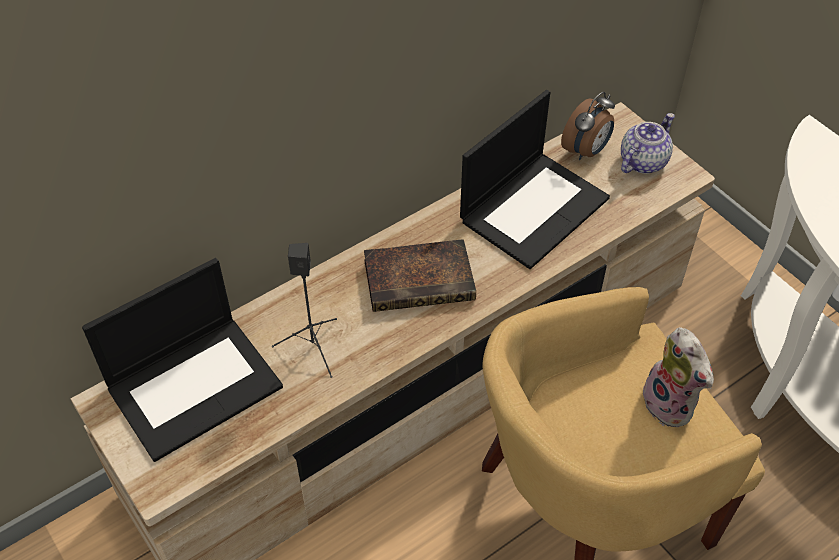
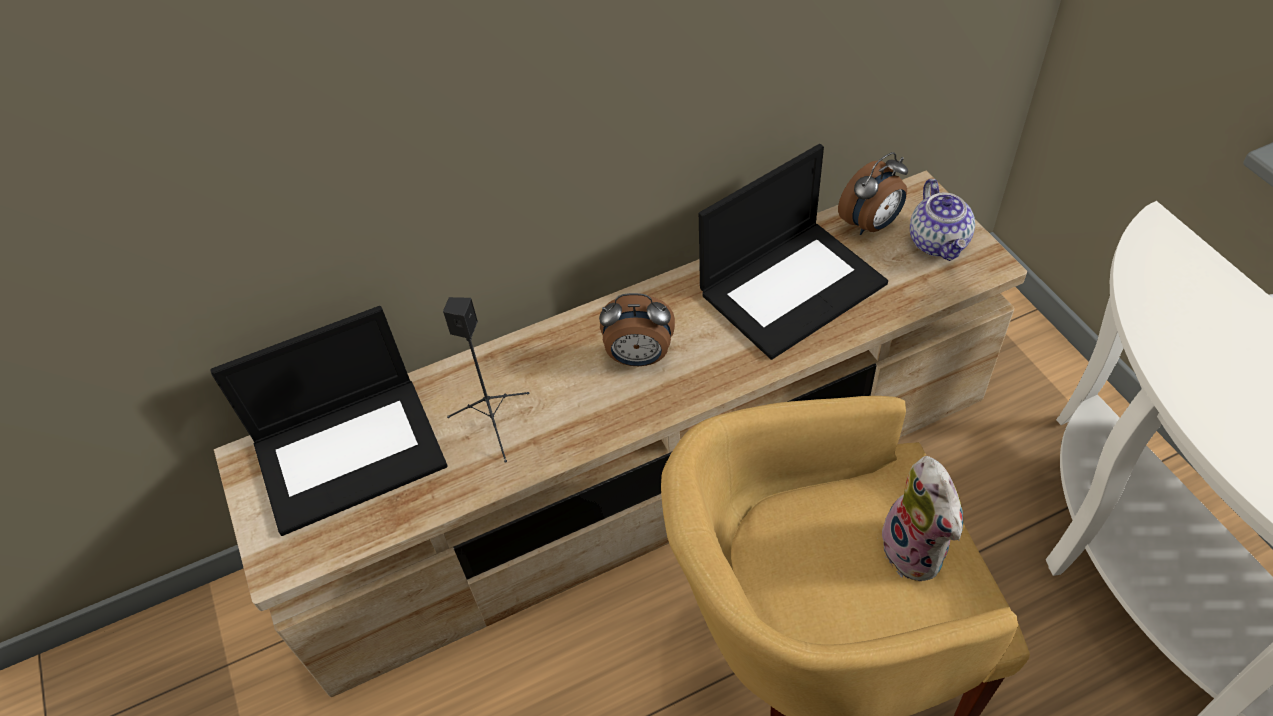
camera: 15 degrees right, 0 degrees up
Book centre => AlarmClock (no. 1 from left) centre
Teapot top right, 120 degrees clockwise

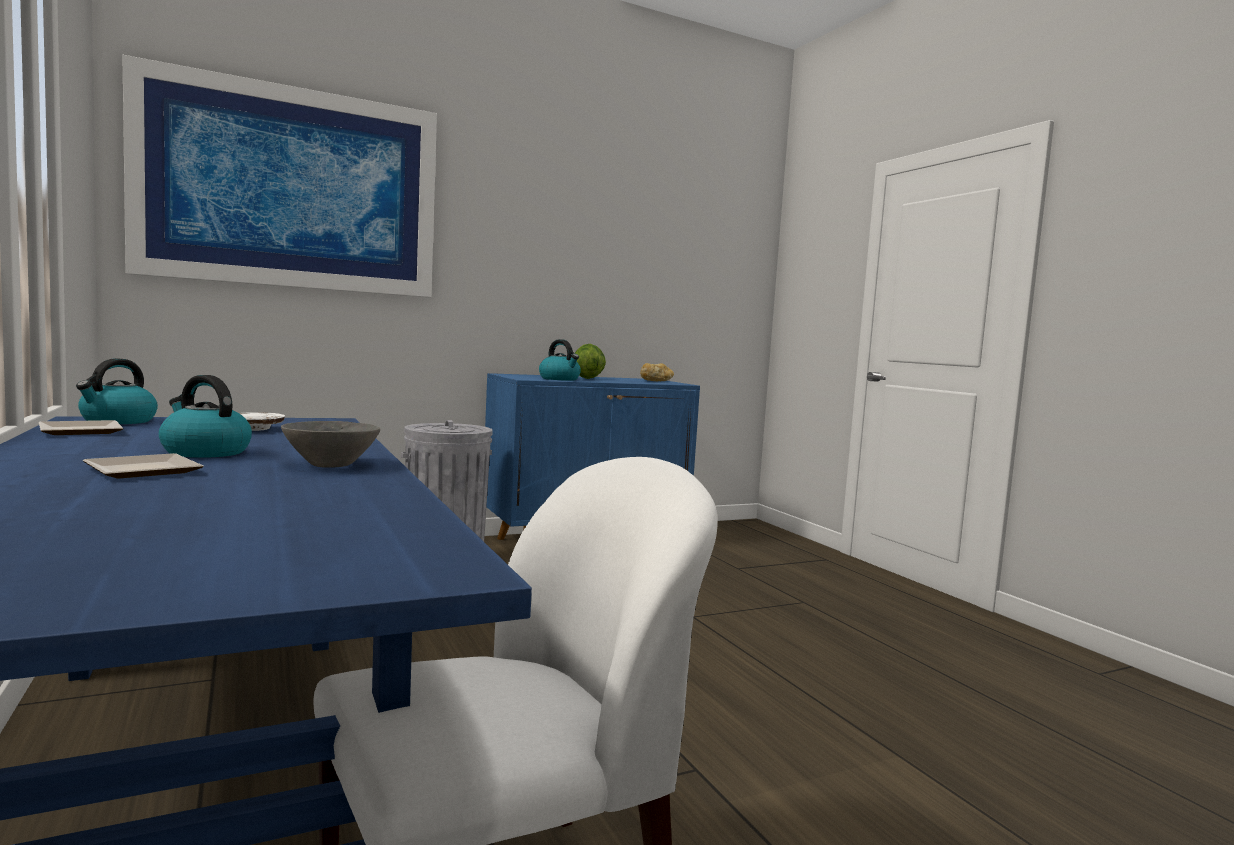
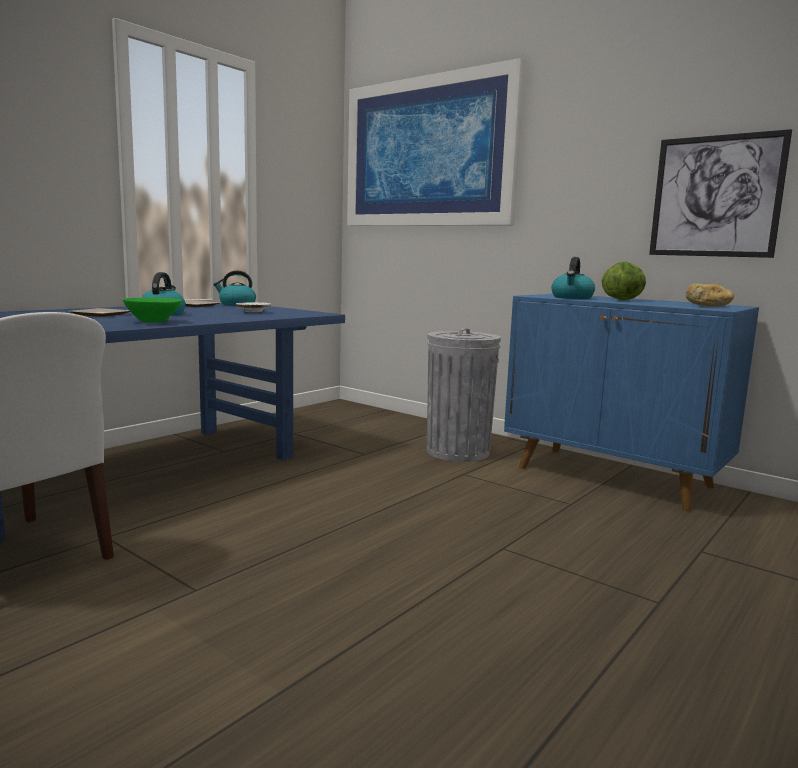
camera: 65 degrees right, 5 degrees up
GreyBowl middle left => GreenBowl middle left
nothing => Picture (no. 2 from left) top right

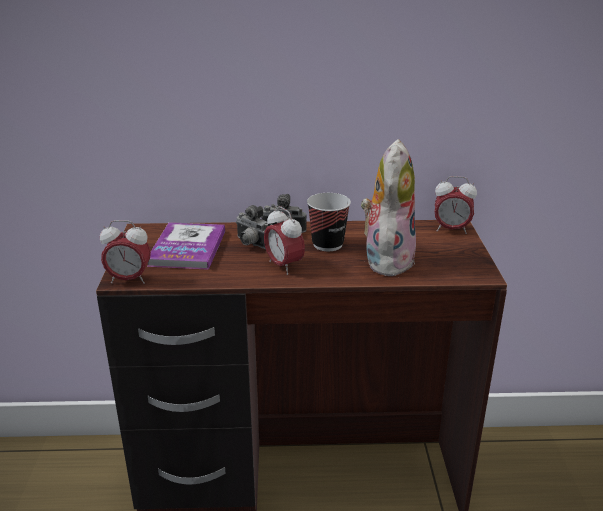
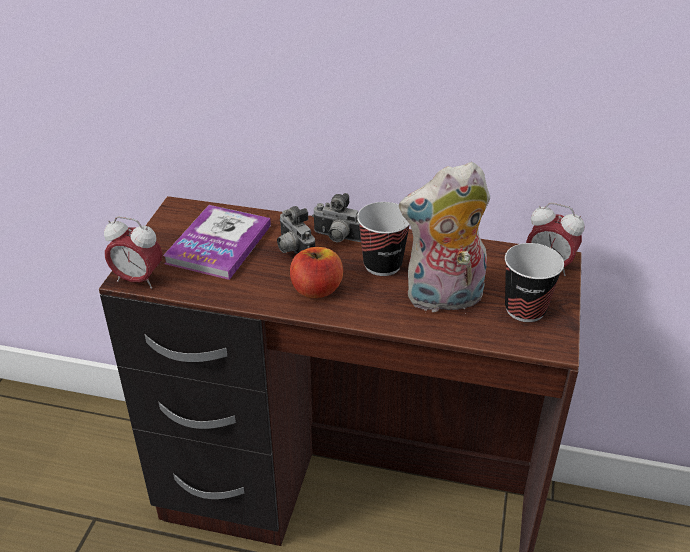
camera: 15 degrees right, 10 degrees up
AlarmClock (no. 2 from left) centre => Apple centre
PlushToy centre, 135 degrees counterclockwise
nothing => Cup (no. 2 from left) middle right

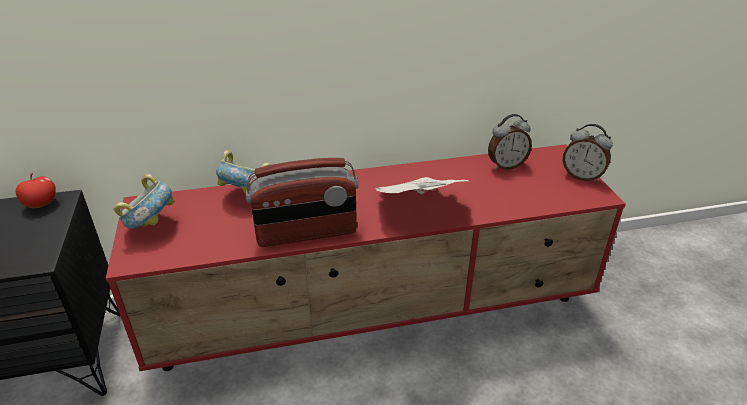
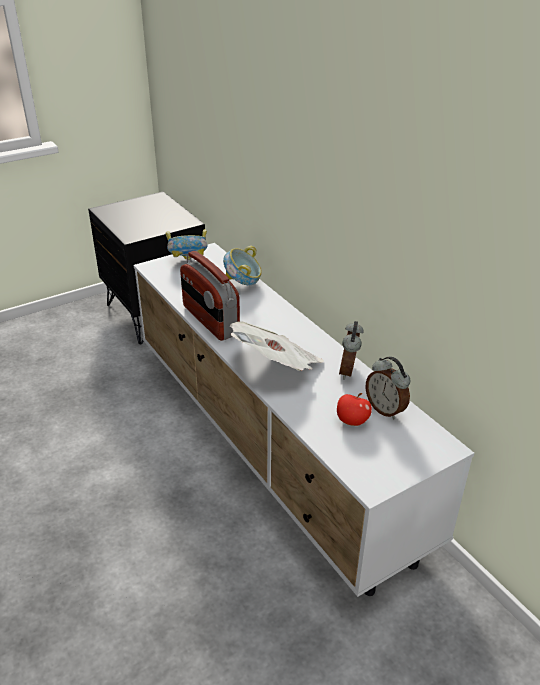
camera: 70 degrees right, 0 degrees up
RedTvStand centre => WhiteTvStand centre
Apple middle left => Apple centre, shifted
AlarmClock (no. 2 from left in the first image) middle right => AlarmClock (no. 1 from left) centre, shifted

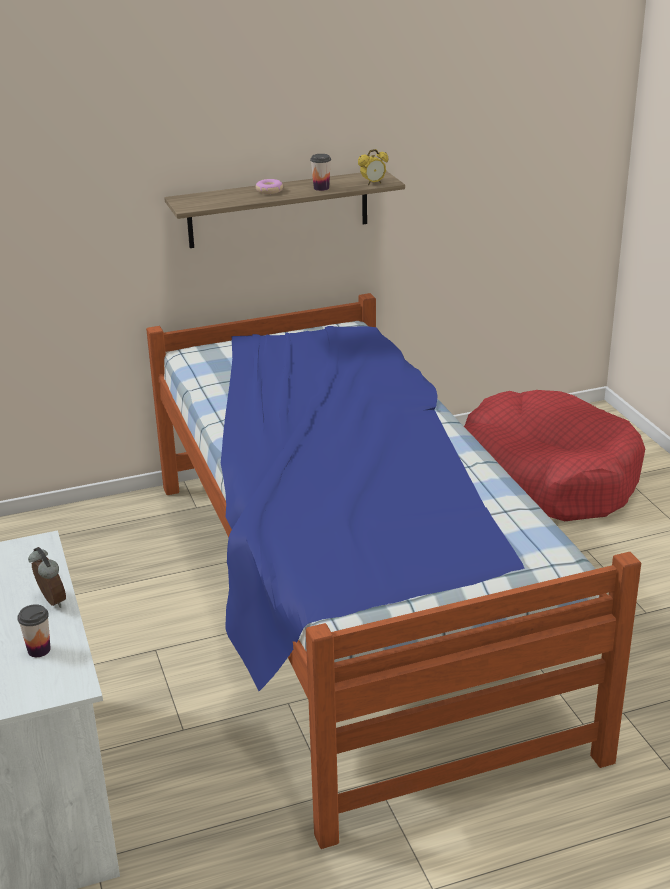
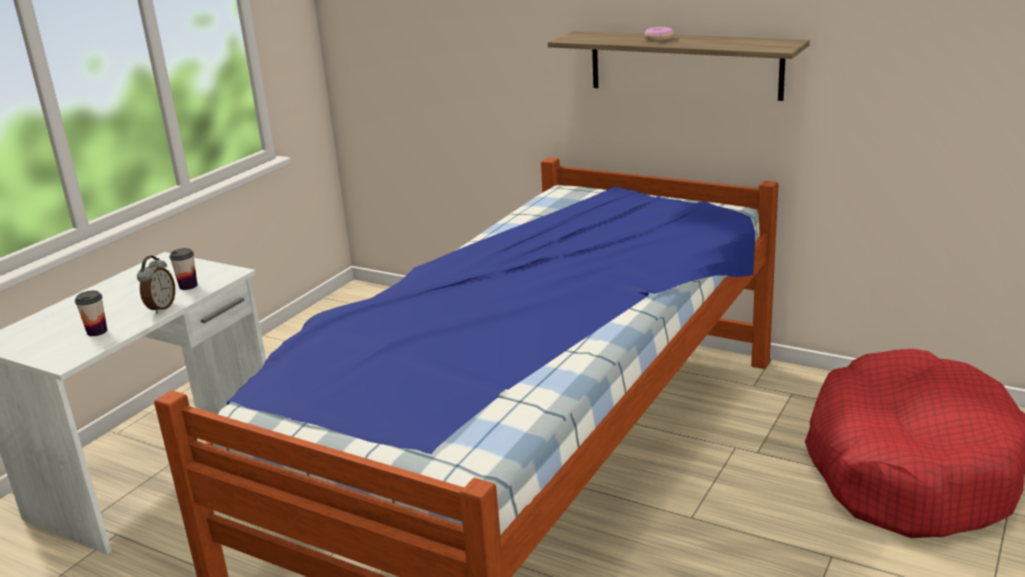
camera: 50 degrees right, 5 degrees down
Cup (no. 2 from left) top centre => Cup (no. 2 from left) middle left, shifted
AlarmClock (no. 2 from left) top centre => nothing

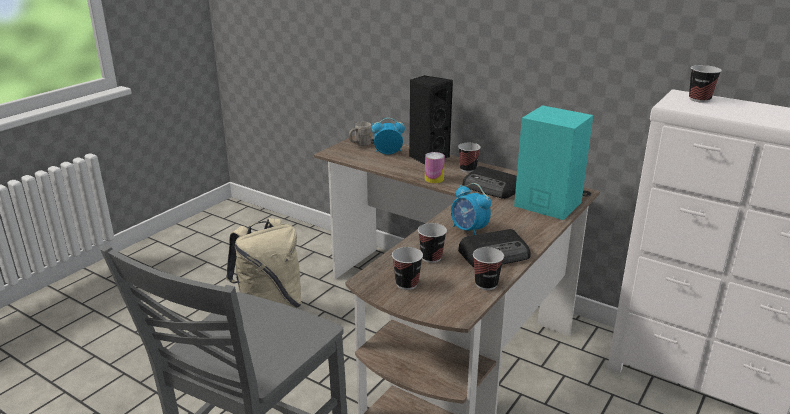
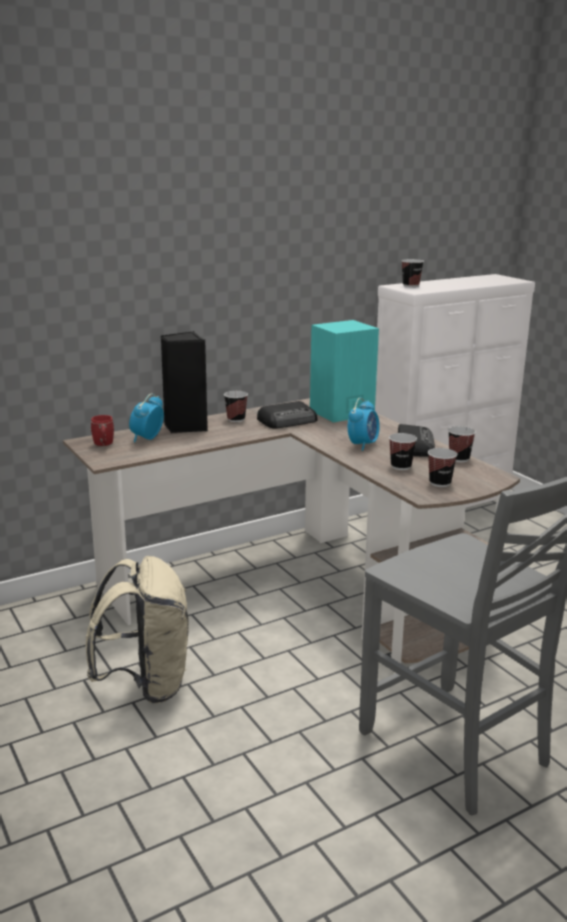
camera: 65 degrees left, 5 degrees down
GreyMug top centre => RedMug middle left
AlarmClock (no. 2 from left) centre, 45 degrees counterclockwise
Can centre => nothing

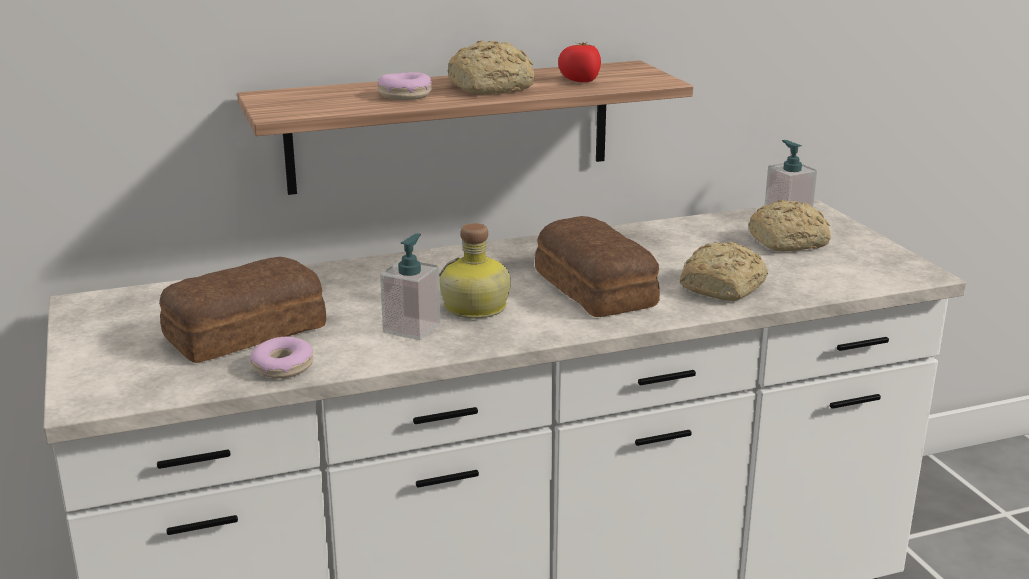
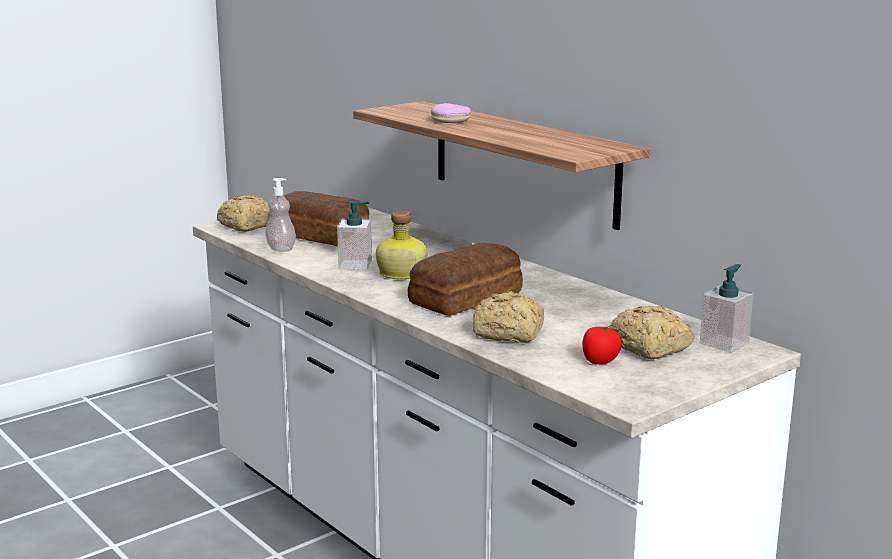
camera: 70 degrees right, 5 degrees down
Bread (no. 2 from left in the first image) top centre => Bread (no. 1 from left) middle left, shifted
Donut (no. 1 from left) middle left => SoapDispenser (no. 1 from left) middle left
Tomato top centre => Tomato middle right, shifted

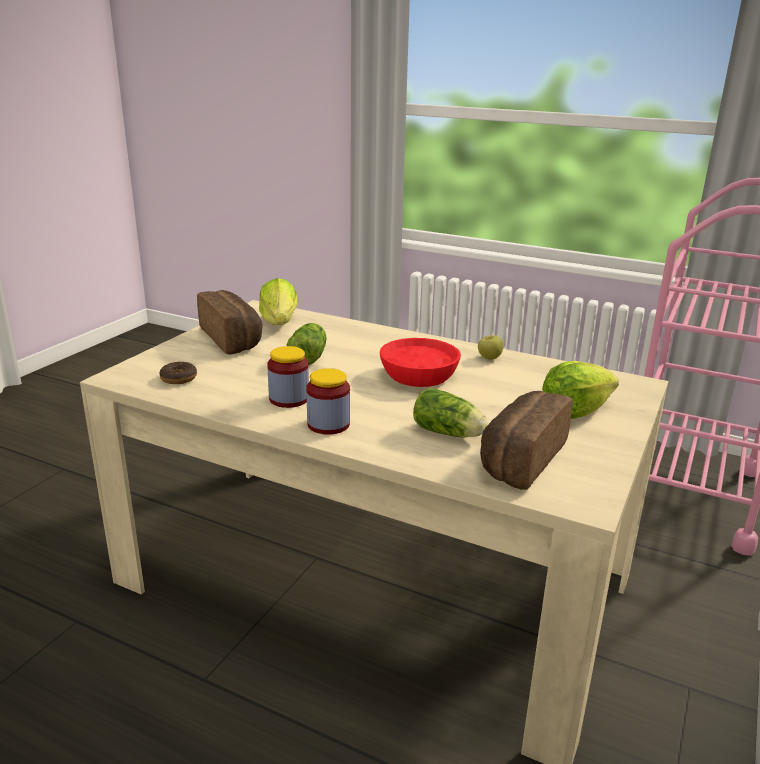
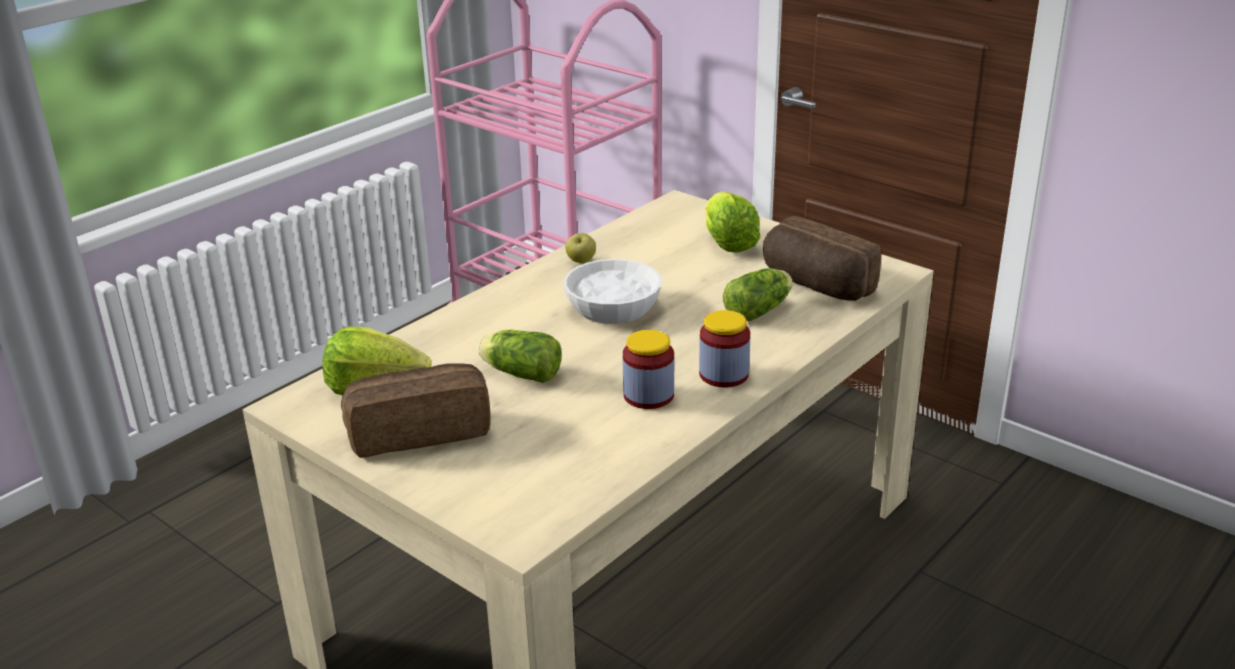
camera: 75 degrees left, 5 degrees up
RedBowl centre => WhiteBowl centre
Donut middle left => nothing

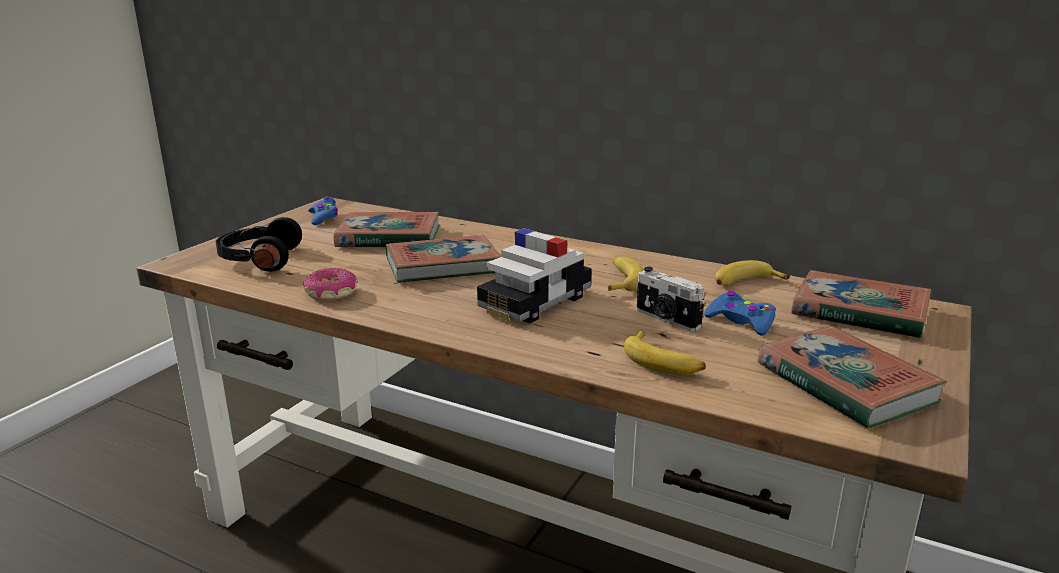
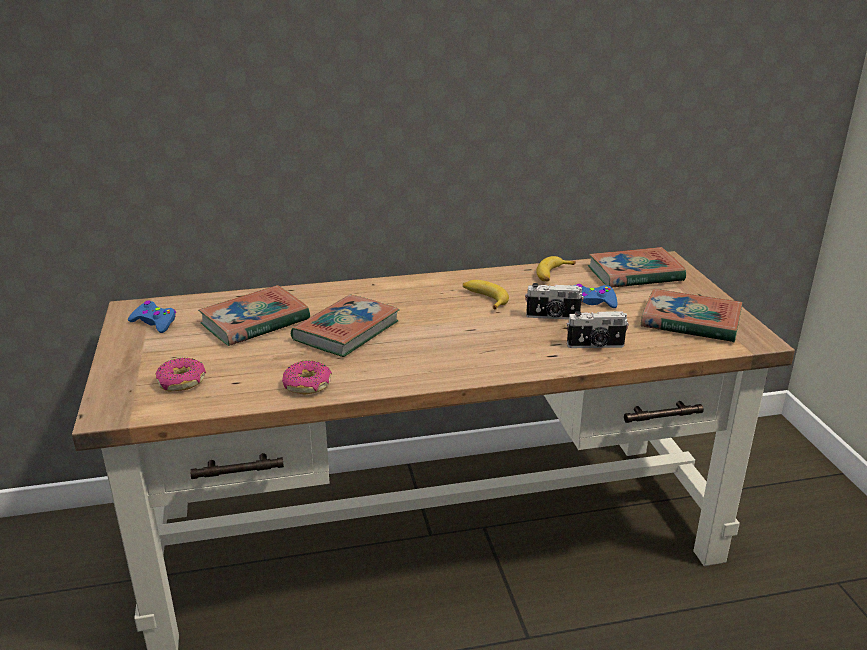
camera: 40 degrees left, 5 degrees up
BlackHeadphones middle left => Donut (no. 1 from left) middle left
Banana (no. 2 from left) centre => PhotoCamera (no. 2 from left) middle right
ToyCar centre => nothing

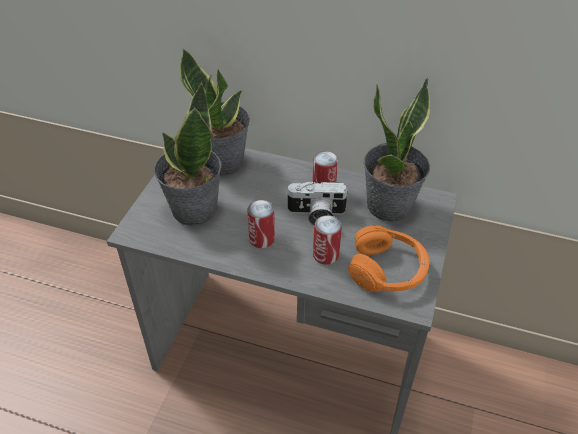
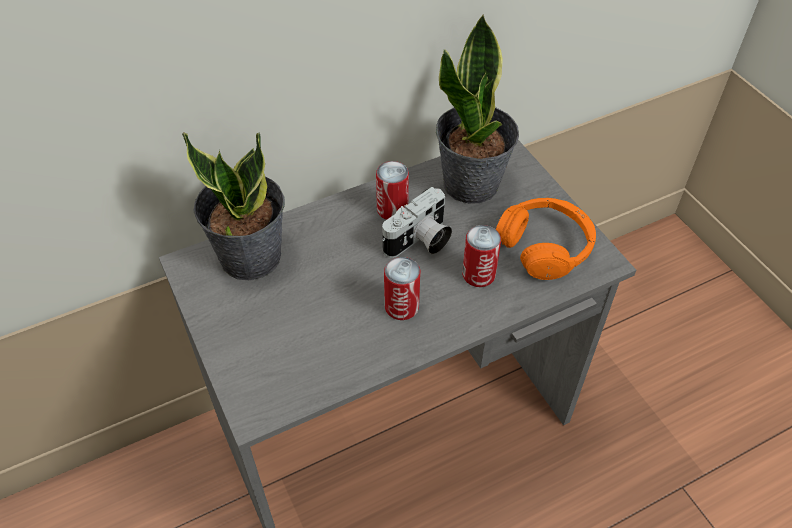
camera: 45 degrees left, 5 degrees up
PottedPlant (no. 1 from left) middle left => nothing

